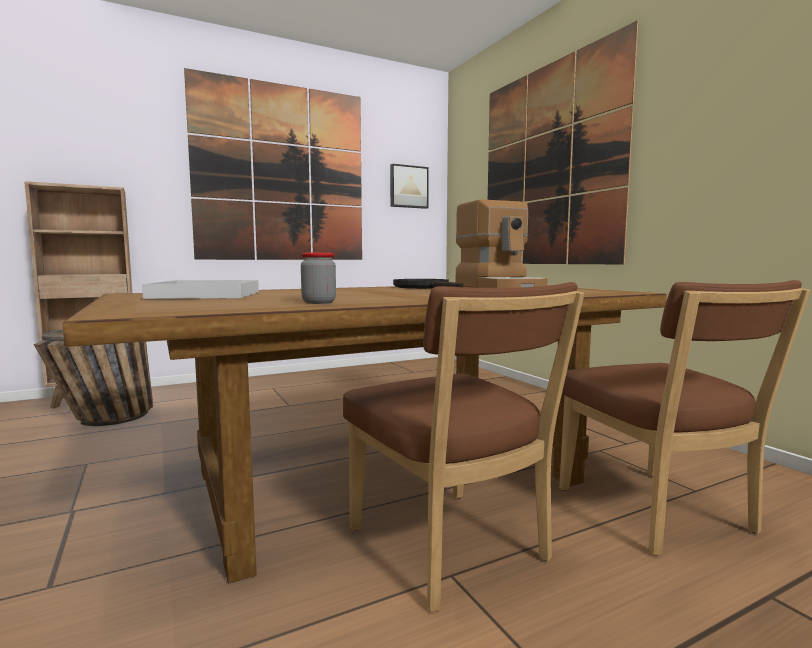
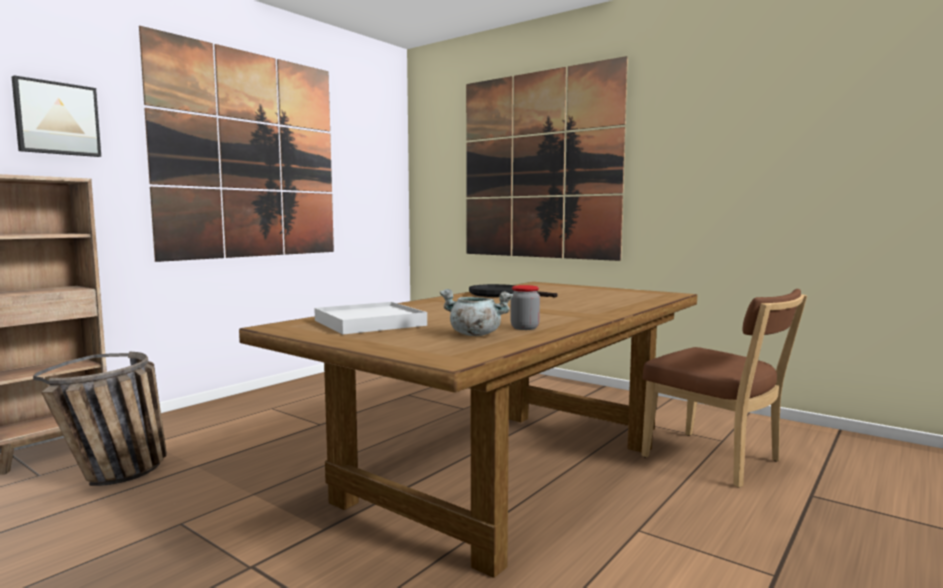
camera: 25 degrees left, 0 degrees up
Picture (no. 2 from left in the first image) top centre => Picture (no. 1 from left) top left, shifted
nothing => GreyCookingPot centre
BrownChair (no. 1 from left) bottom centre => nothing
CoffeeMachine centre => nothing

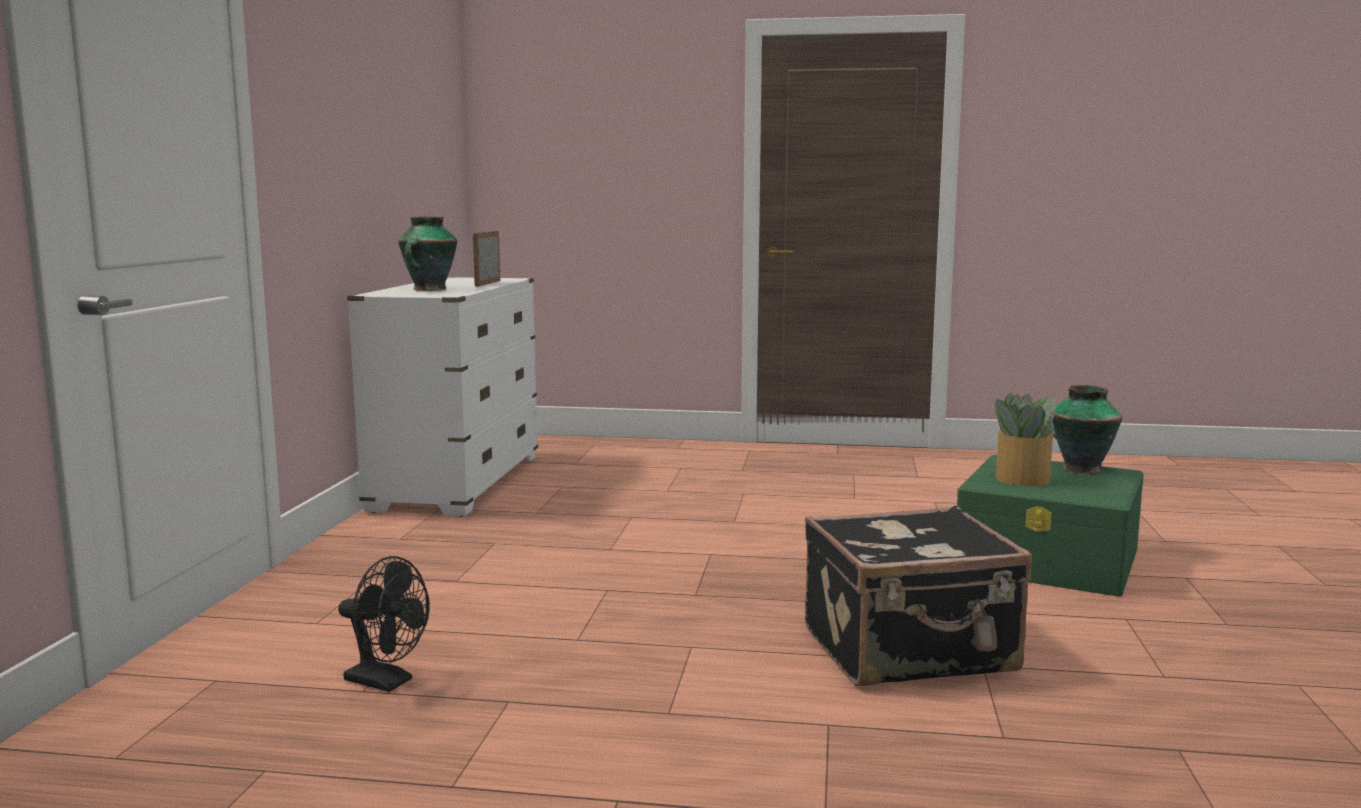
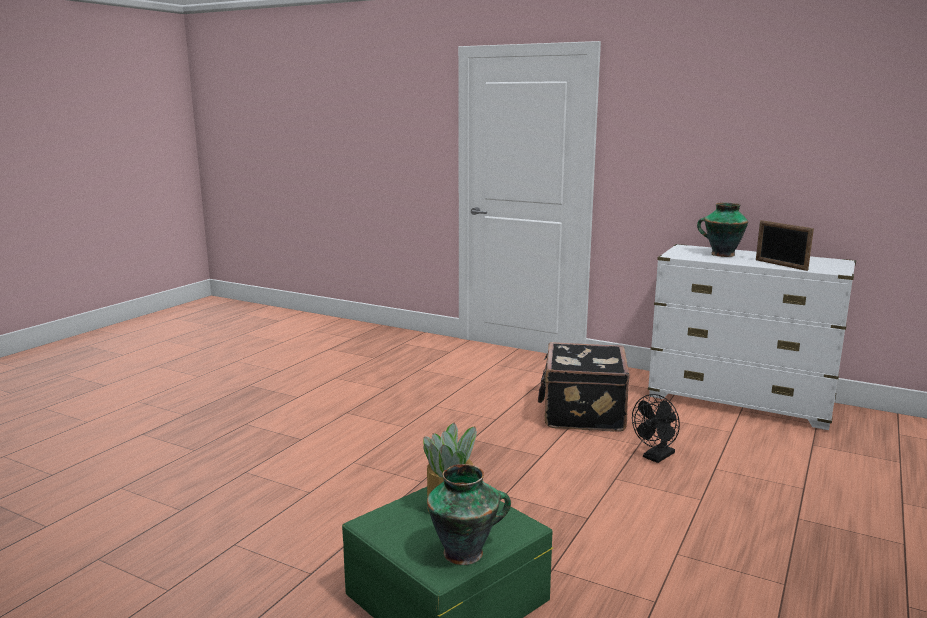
camera: 110 degrees right, 5 degrees up
BlackSuitcase bottom right => BlackSuitcase centre, shifted
BlackFan bottom left => BlackFan bottom right, shifted
PictureFrame top centre => PictureFrame middle right, 150 degrees counterclockwise

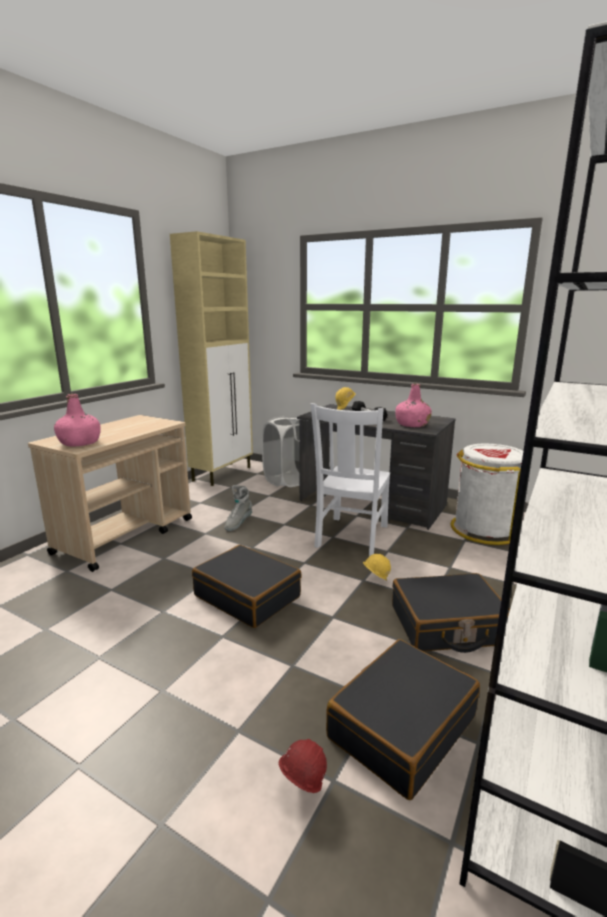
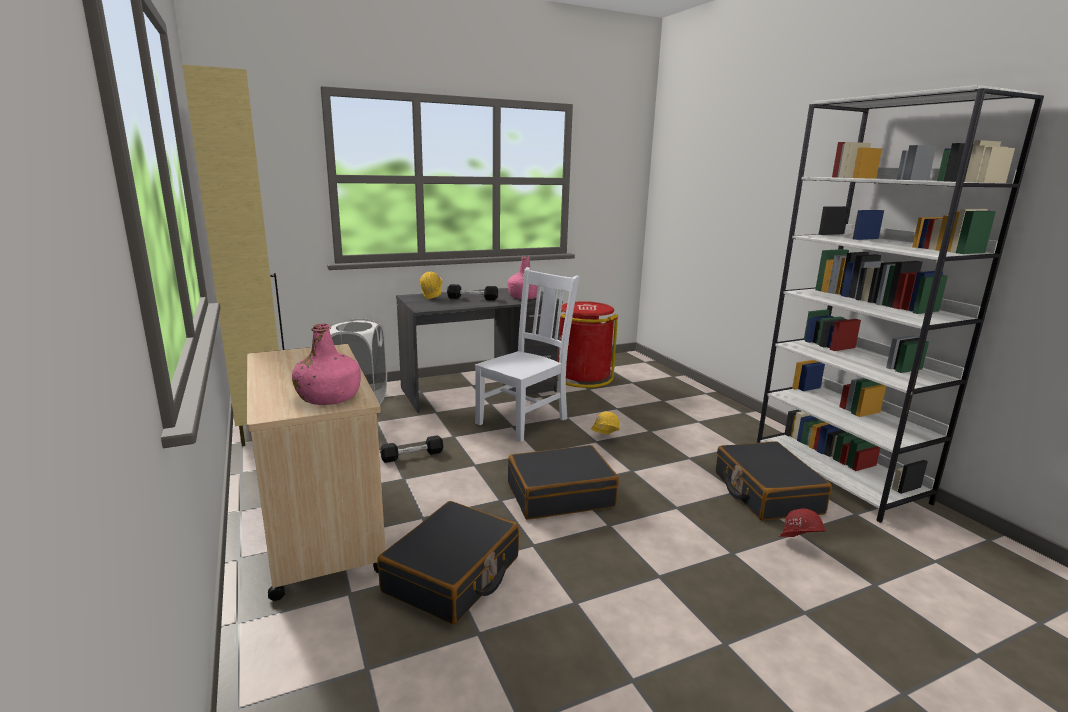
camera: 55 degrees left, 0 degrees up
BlackSuitcase (no. 3 from left in the first image) bottom right => BlackSuitcase (no. 1 from left) bottom centre, shifted
GreyBoot centre => BlackDumbbell (no. 1 from left) centre
WhiteChair centre, 105 degrees counterclockwise
WhiteTrashCan middle right => RedTrashCan centre

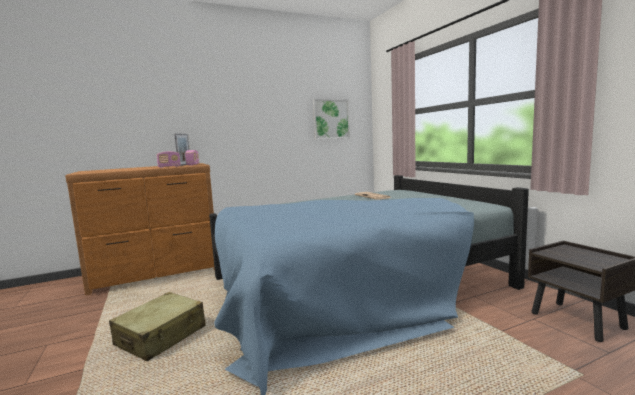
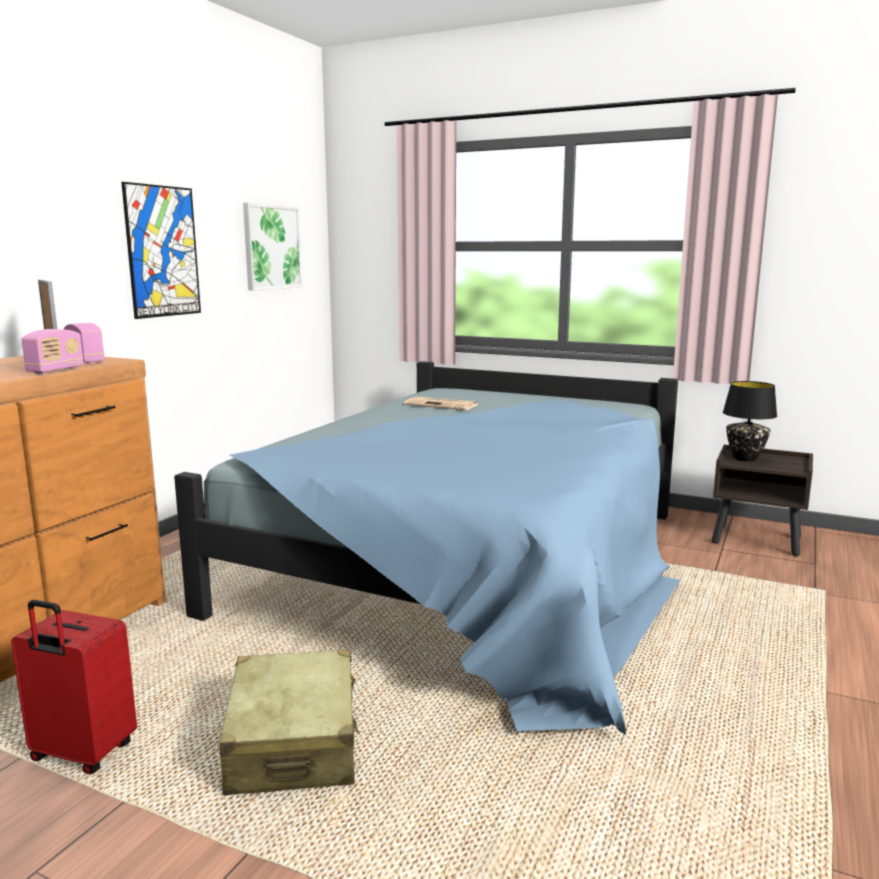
camera: 40 degrees left, 5 degrees up
nothing => RedSuitcase bottom left
nothing => Picture (no. 1 from left) top left
nothing => BlackTableLamp middle right

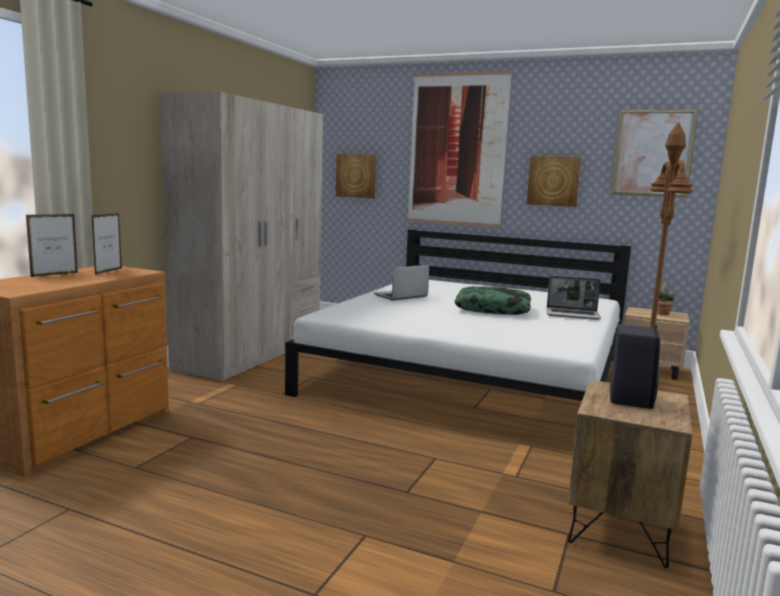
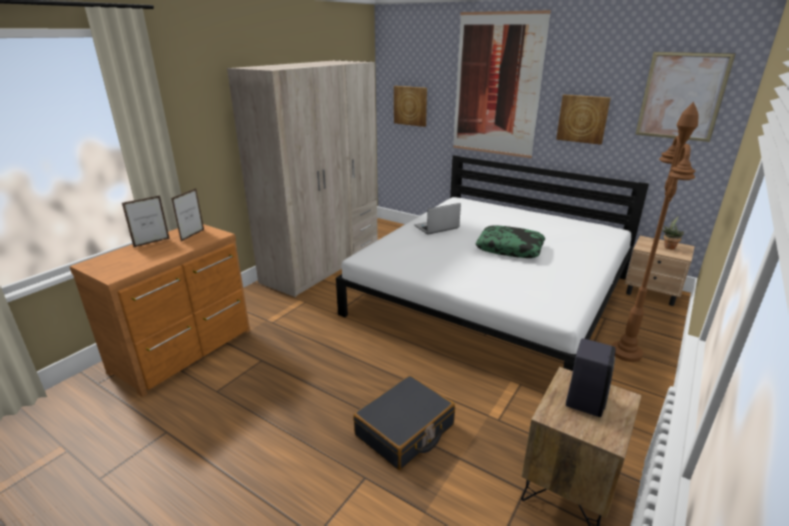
camera: 10 degrees right, 15 degrees up
nothing => BlackSuitcase bottom centre
Laptop (no. 2 from left) middle right => nothing

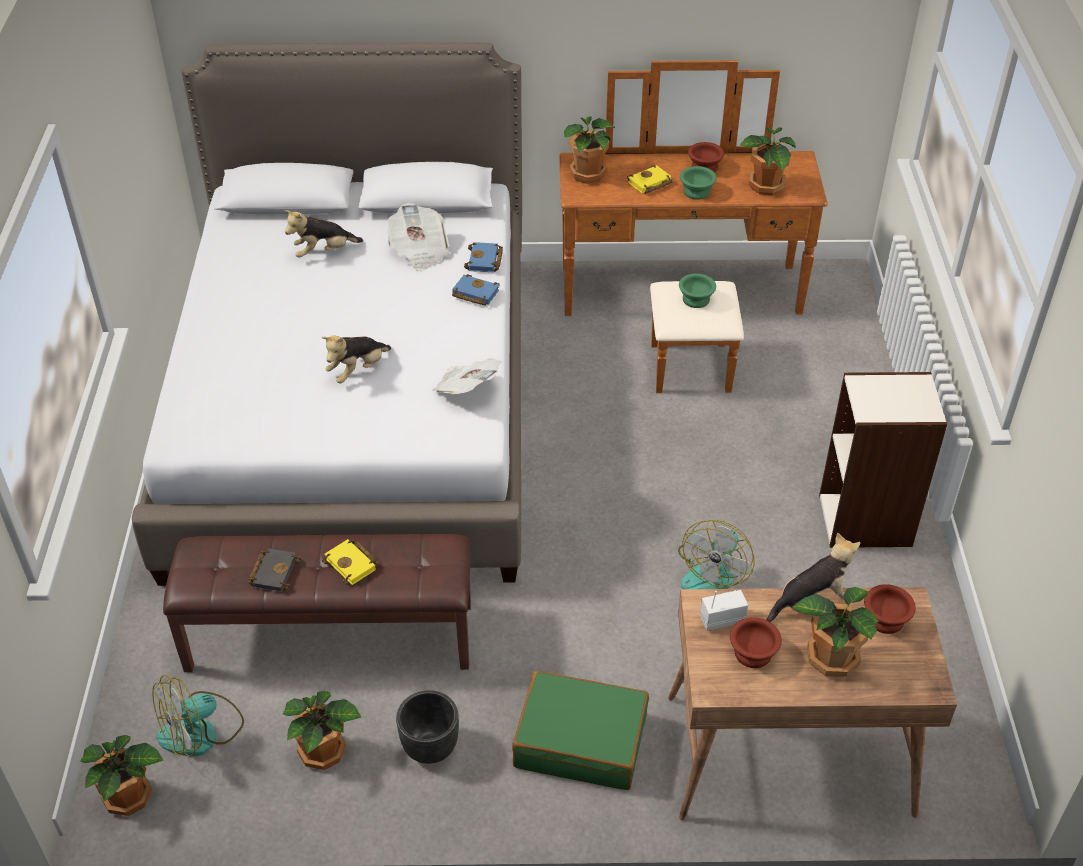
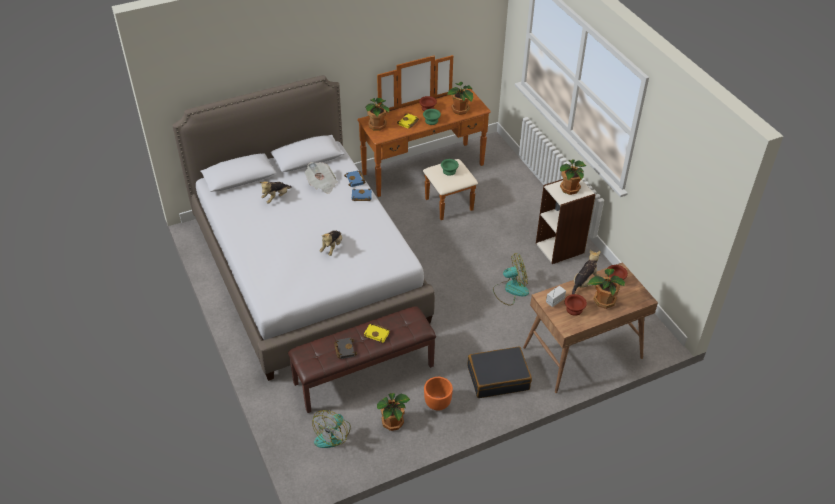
camera: 25 degrees left, 0 degrees up
BlackPlanter bottom centre => OrangePlanter bottom centre
GreenSuitcase bottom centre => BlackSuitcase bottom centre
Fan (no. 2 from left) centre, 105 degrees counterclockwise
PottedPlant (no. 1 from left in the first image) bottom left => PottedPlant (no. 4 from left) middle right, shifted
Newspaper (no. 2 from left) centre => nothing

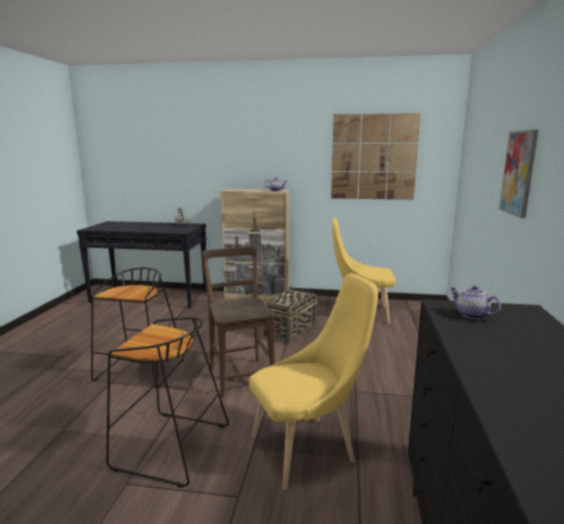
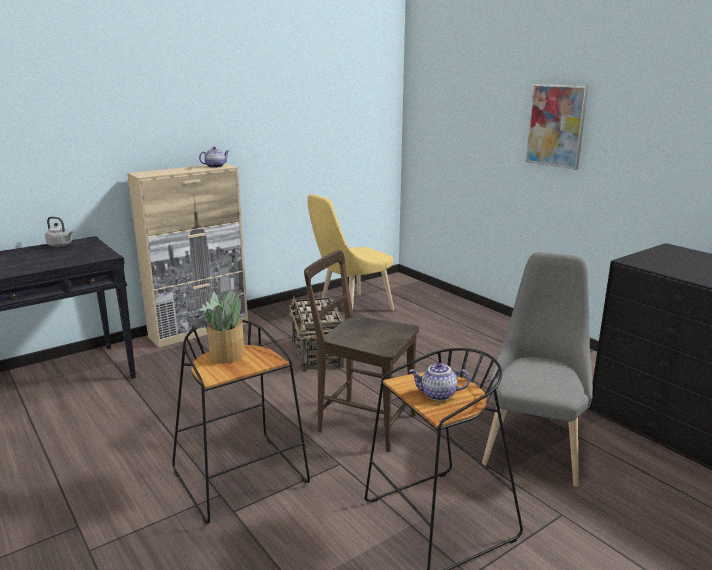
camera: 45 degrees left, 5 degrees up
nothing => PottedPlant middle left
Teapot (no. 2 from left) middle right => Teapot (no. 2 from left) bottom centre, shifted
YellowChair (no. 1 from left) bottom centre => GreyChair middle right
Picture (no. 1 from left) top centre => nothing

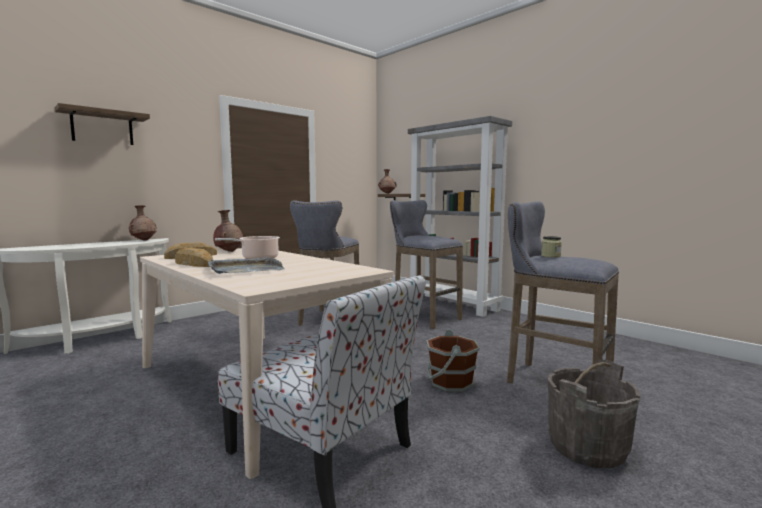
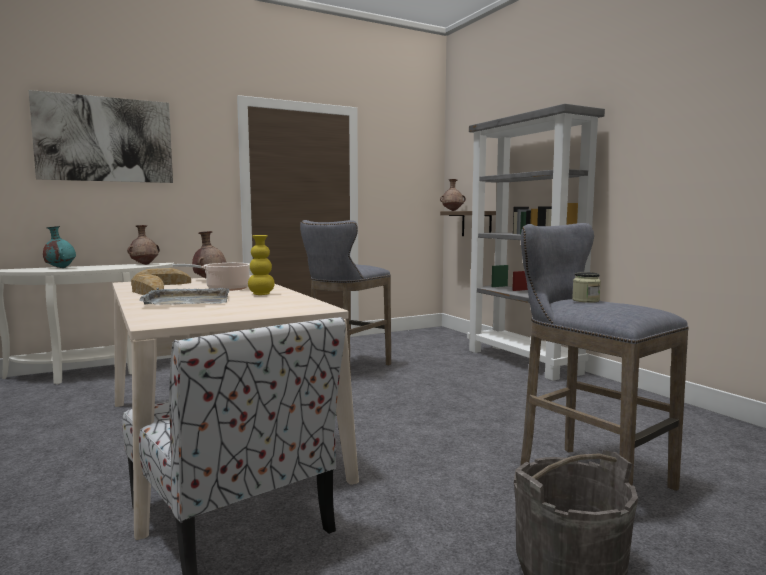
camera: 15 degrees right, 0 degrees up
Shelf (no. 1 from left) top left => Picture top left
nothing => TurquoiseVase middle left
nothing => YellowVase centre
GreyStool (no. 2 from left) centre => nothing
BrownBucket bottom centre => nothing

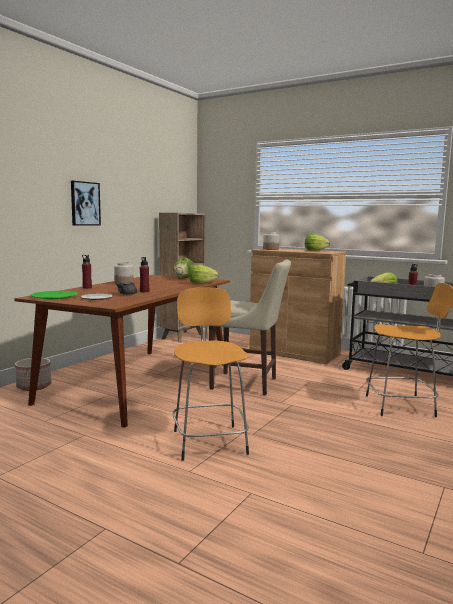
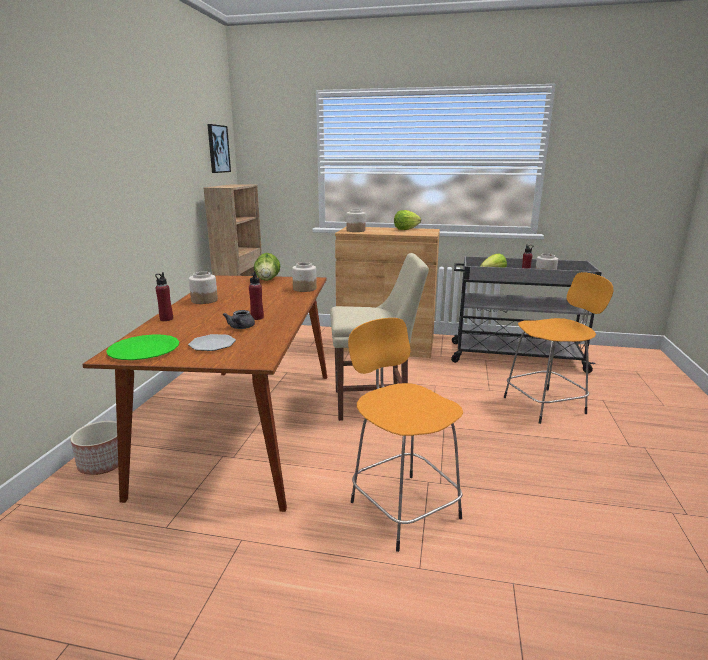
camera: 20 degrees left, 10 degrees up
Picture middle left => Picture top left, shifted
Lettuce (no. 2 from left) centre => Jar (no. 2 from left) centre

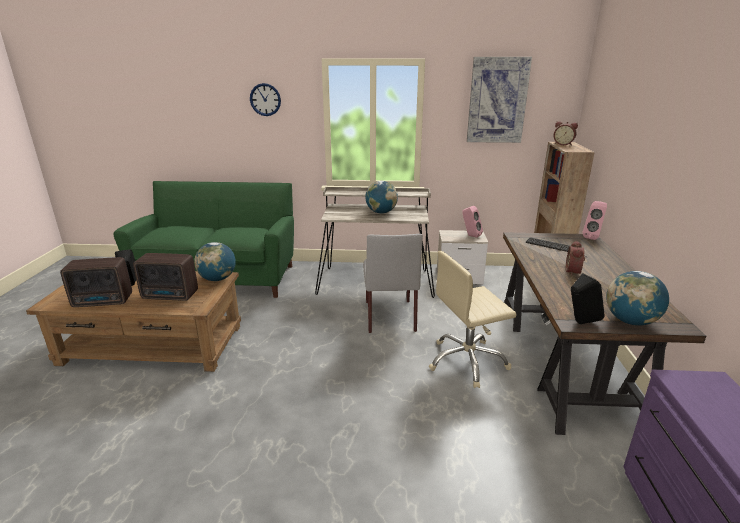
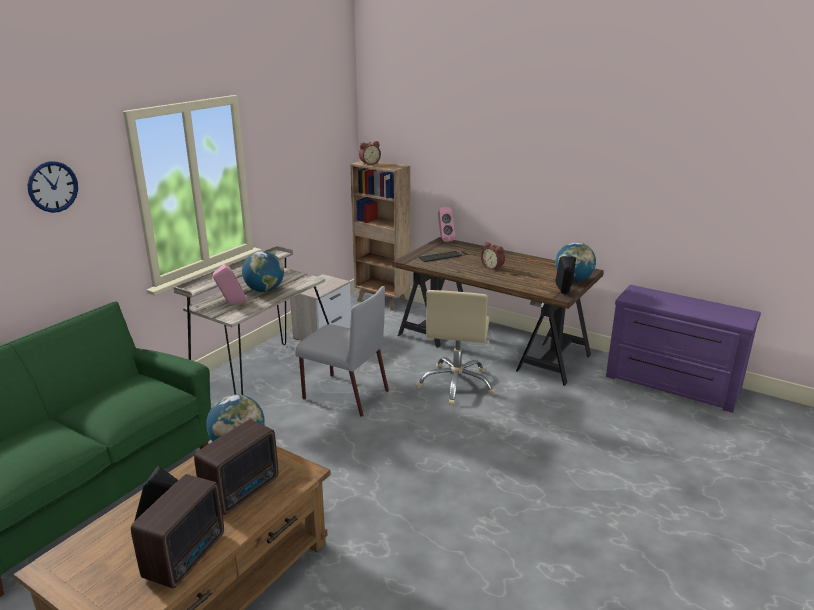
camera: 60 degrees left, 0 degrees up
PinkSpeaker (no. 1 from left) centre => PinkSpeaker (no. 1 from left) middle left, shifted
Picture top right => nothing

